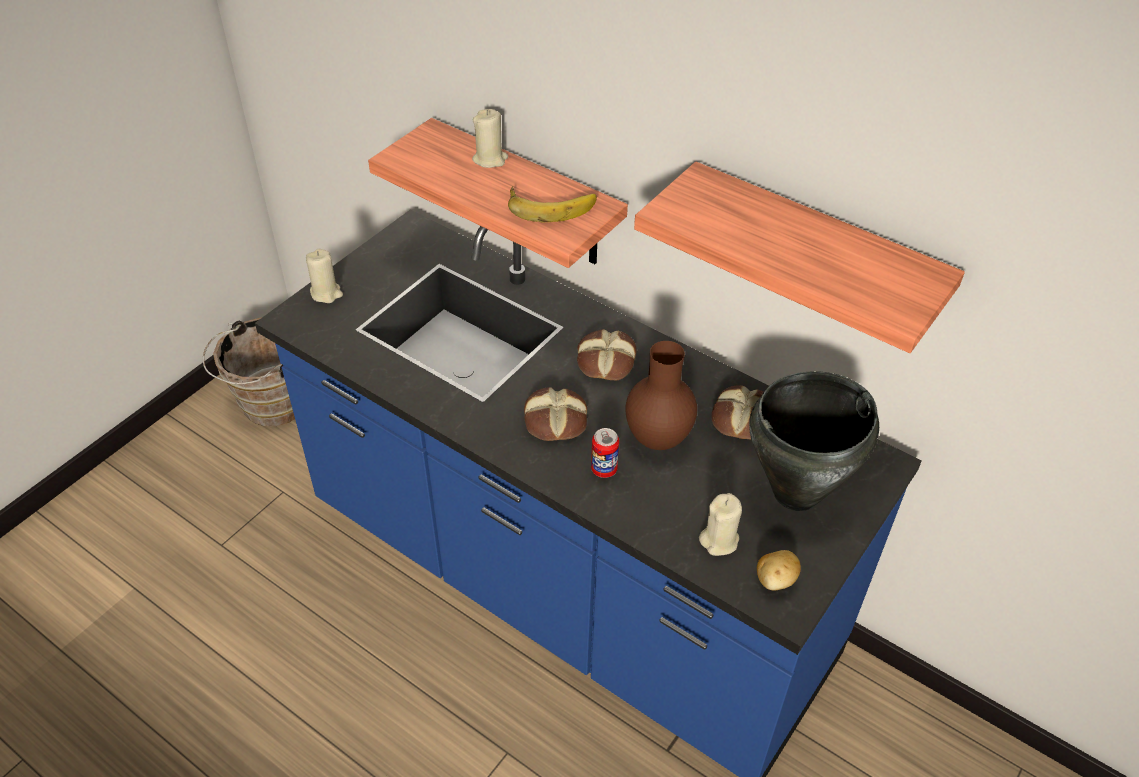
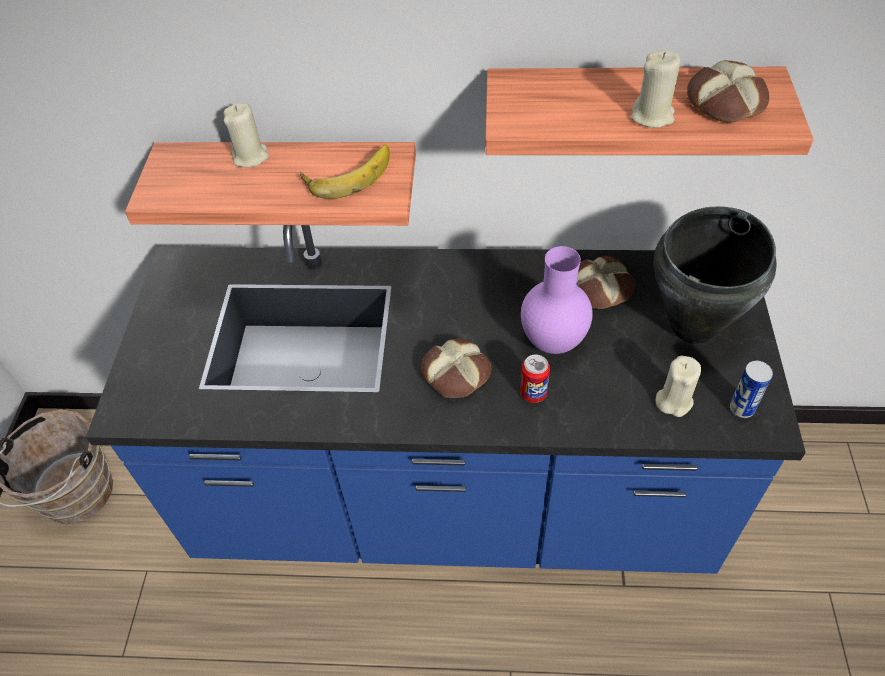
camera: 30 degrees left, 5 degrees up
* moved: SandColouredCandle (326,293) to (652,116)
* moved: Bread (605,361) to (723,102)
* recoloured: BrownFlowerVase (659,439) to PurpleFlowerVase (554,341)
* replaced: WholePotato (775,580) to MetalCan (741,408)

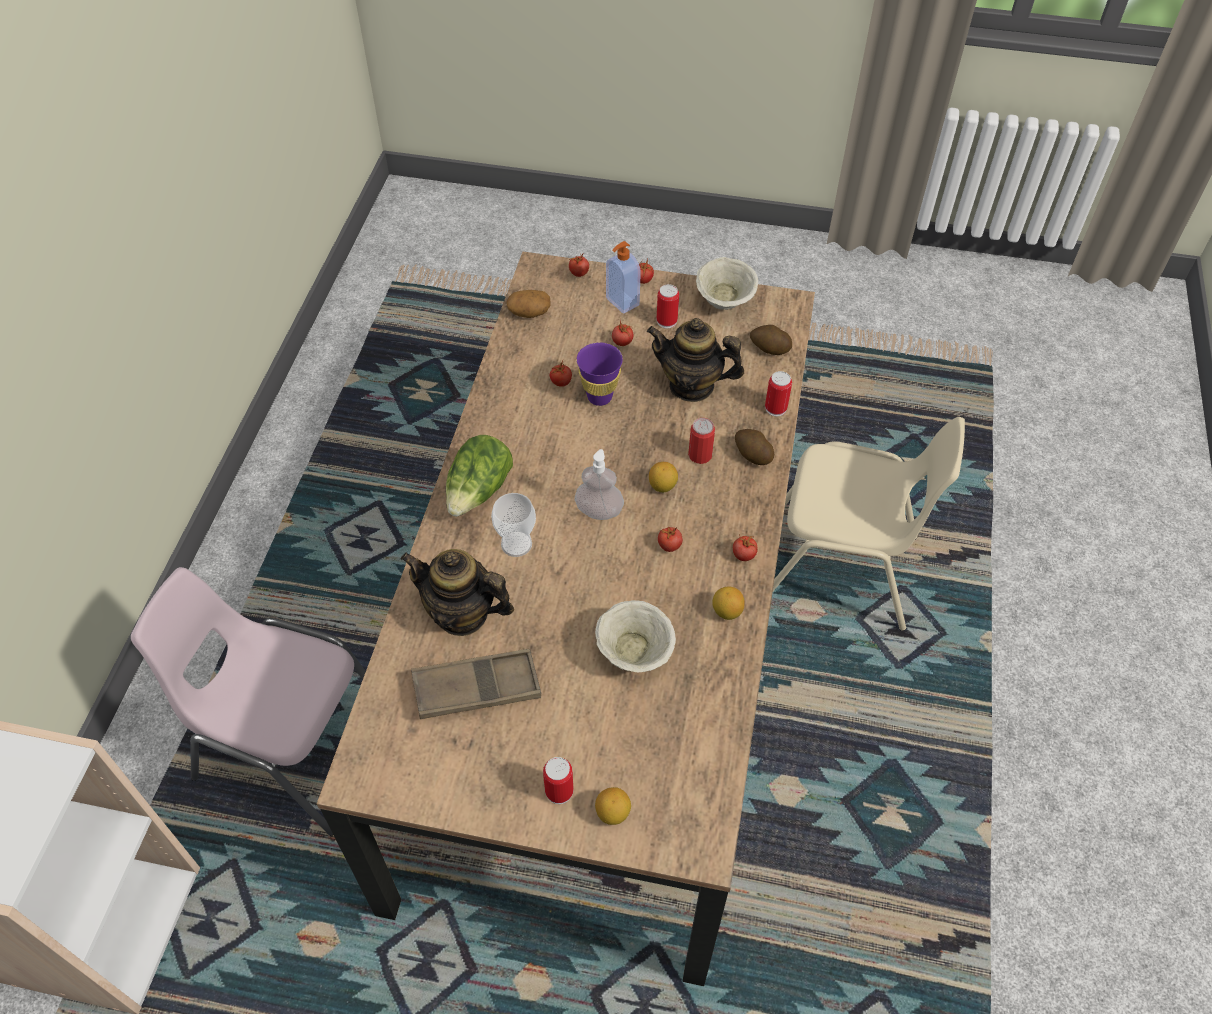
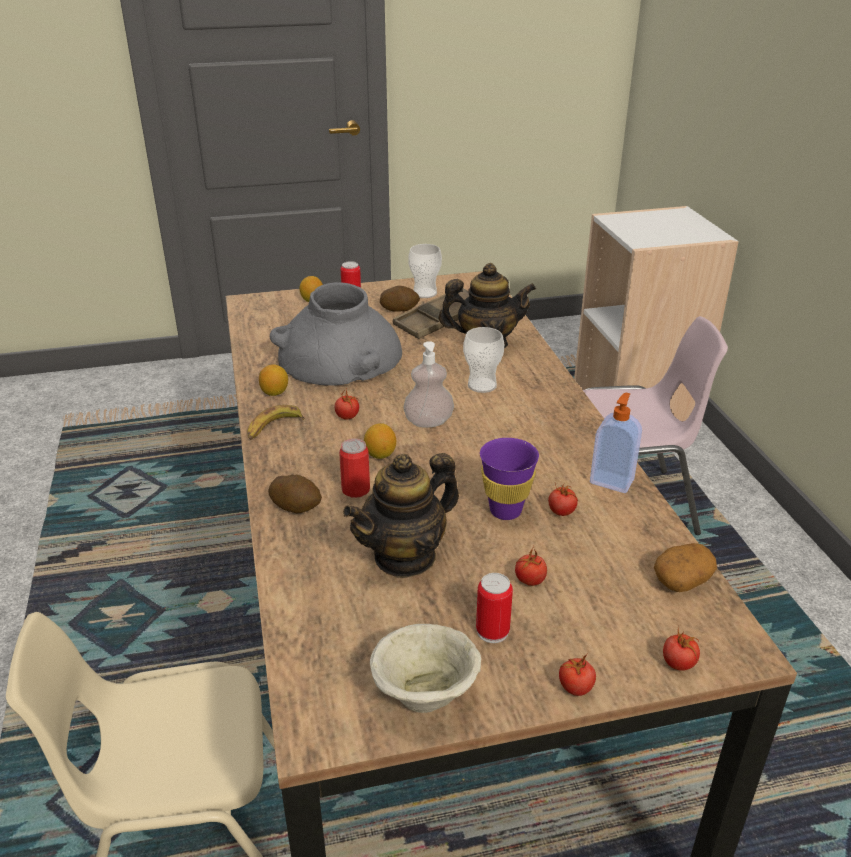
camera: 155 degrees right, 20 degrees down
* moved: LiquidSoapBottle (621,302) to (612,480)
* turned: Teapot (692,385) = (405,556) 150 degrees clockwise
* moved: WholePotato (769,349) to (399,309)
* removed: MetalCan (775,408)
* removed: Lettuce (479,491)
* replaced: WholeTomato (744,555) to Banana (273,428)
* replaced: SandColouredDeepDish (634,652) to GreyishFlowerVase (340,357)
* added: Cup (425,293)

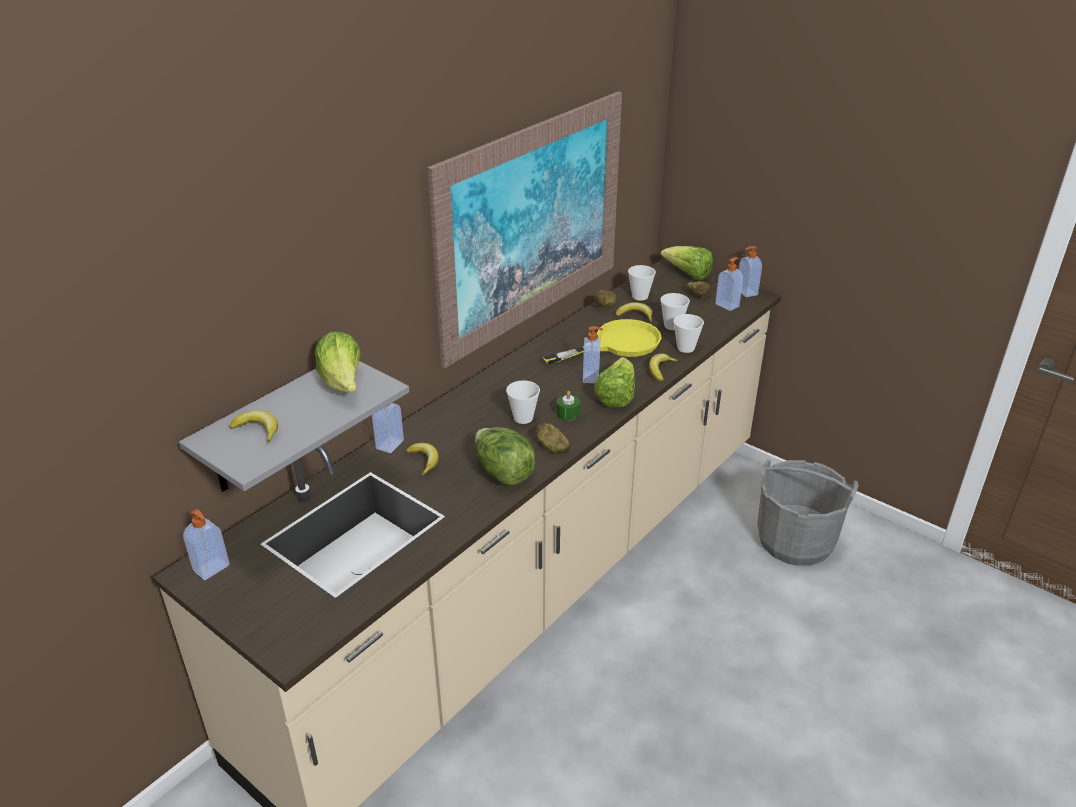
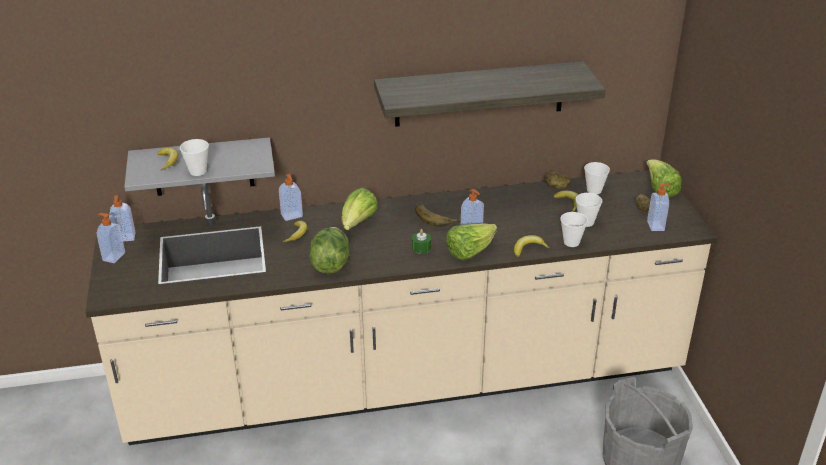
camera: 40 degrees right, 0 degrees up
* replaced: WallPicture (532,224) to Shelf (479,94)
* moved: LiquidSoapBottle (746,292) to (113,256)
* removed: YellowColouredPan (617,344)
* moved: Lettuce (343,384) to (358,223)
* moved: Cup (523,418) to (198,171)
* removed: WholePotato (552,447)
* added: Banana (437,216)

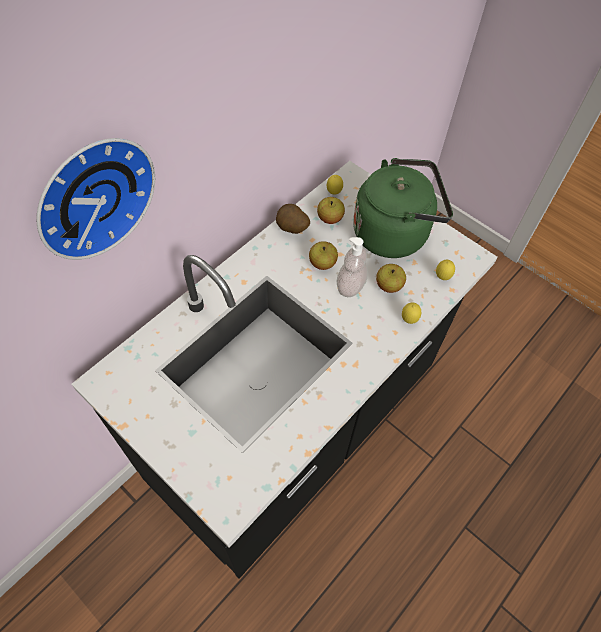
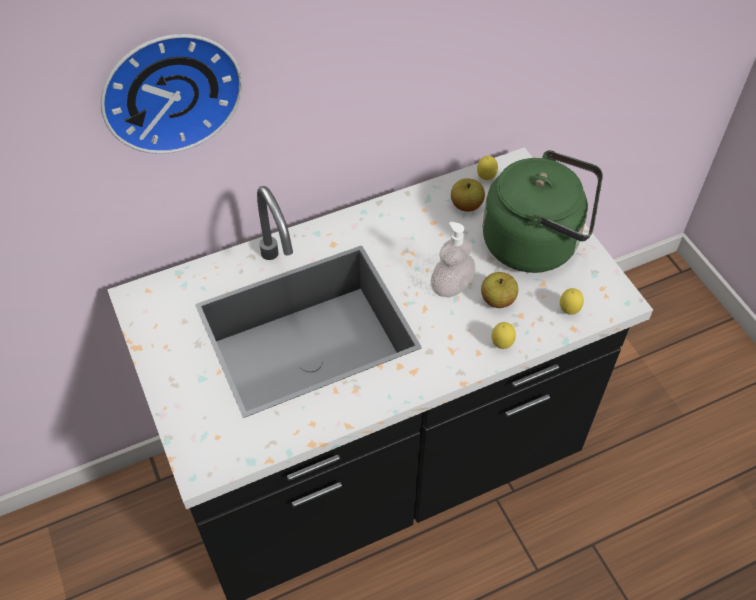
camera: 25 degrees right, 5 degrees down
* removed: WholePotato (291,229)
* removed: Apple (322,263)

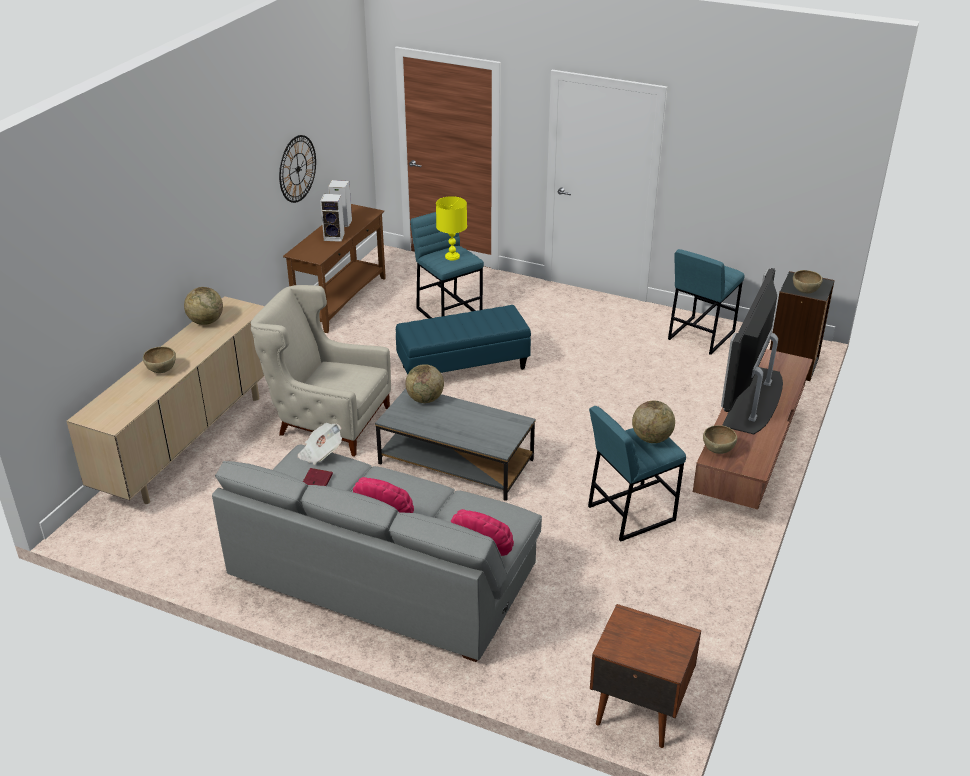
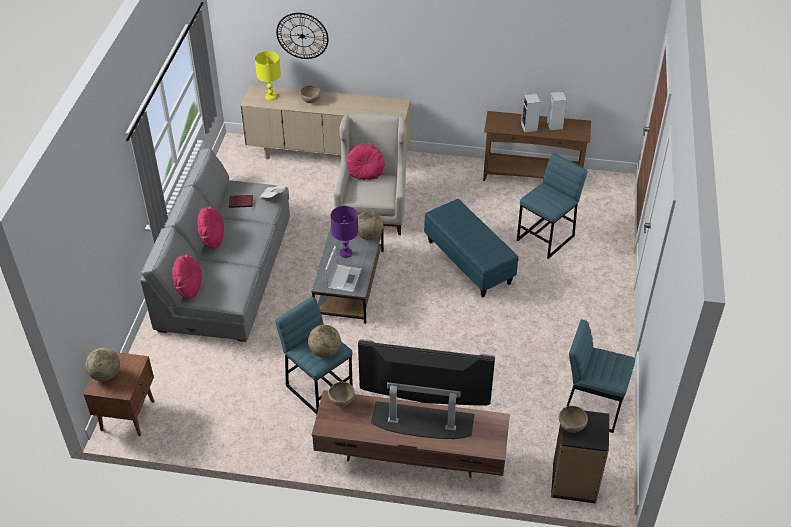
camera: 75 degrees right, 10 degrees up
* moved: WallClock (297,169) to (302,36)
* moved: YellowColouredLampForATable (452,257) to (270,97)
* moved: WorldGlobe (206,321) to (106,375)
* added: PinkColouredThrowPillow (366,175)
* added: PurpleLampForATable (345,253)
* added: Laptop (344,278)

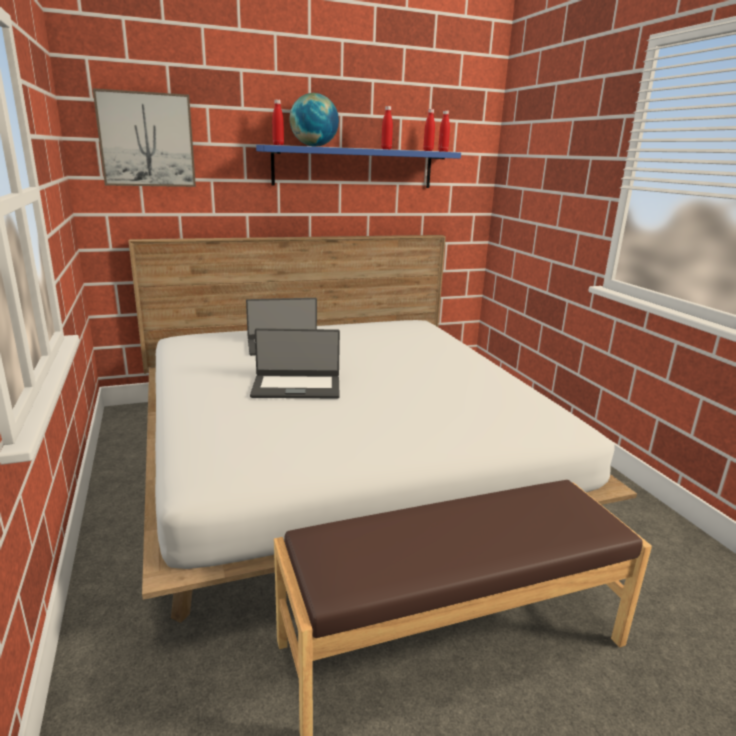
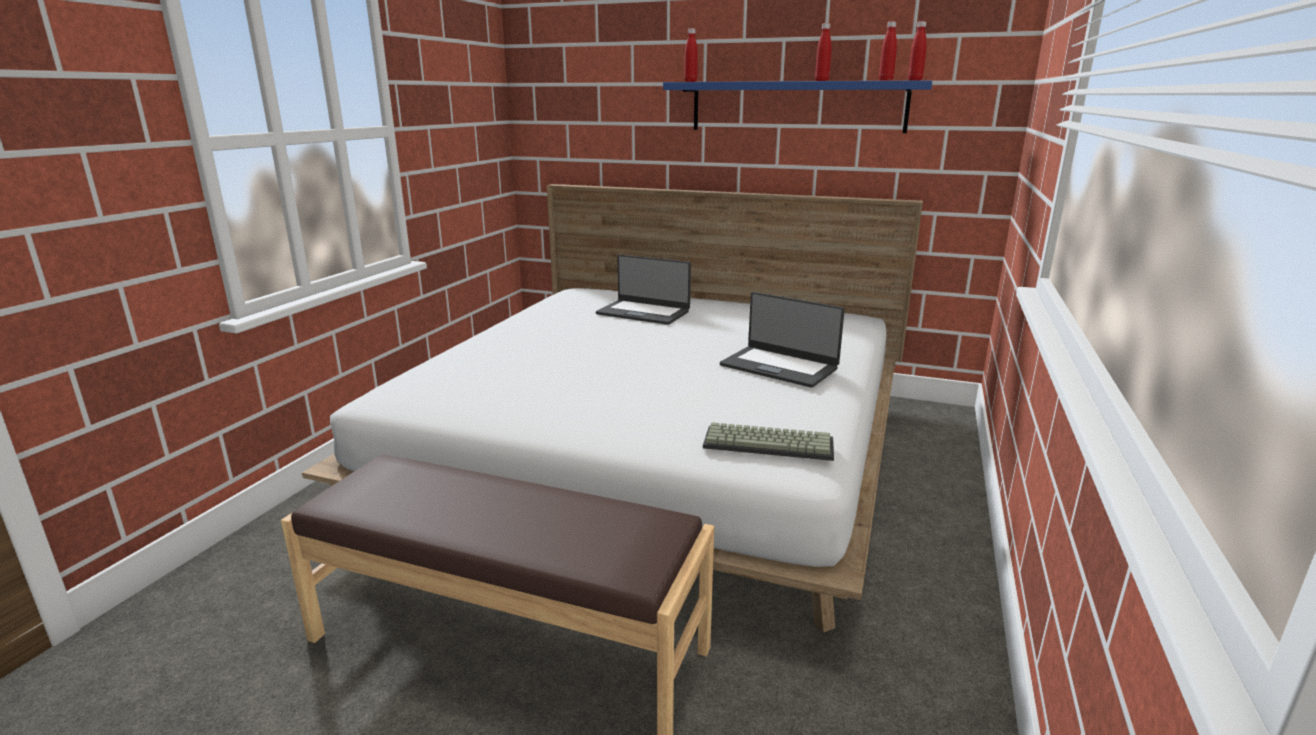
camera: 40 degrees right, 0 degrees up
* removed: WallPicture (146,140)
* removed: WorldGlobe (314,146)
* moved: Laptop (296,387) to (779,366)
* added: PcKeyboard (770,443)

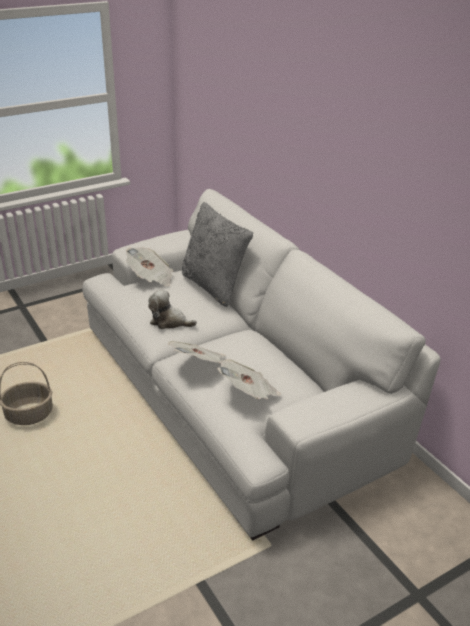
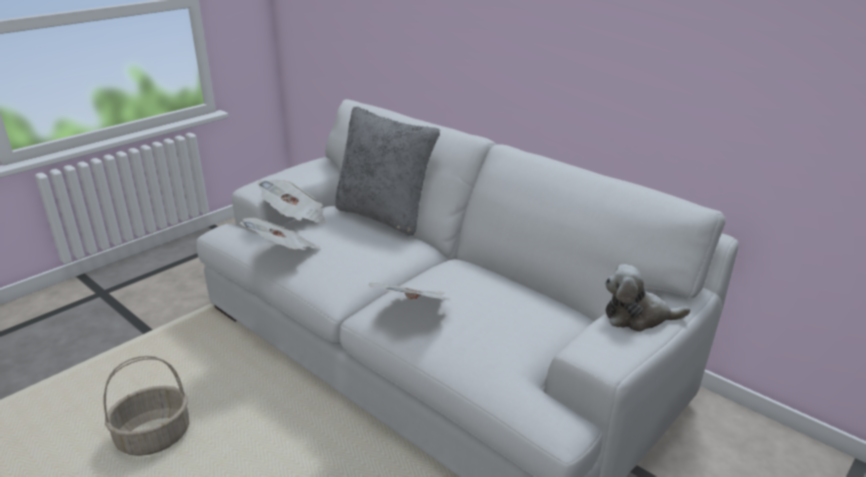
camera: 15 degrees left, 5 degrees down
* moved: PlushToy (169,322) to (638,317)
* moved: DailyPaper (249,393) to (282,251)

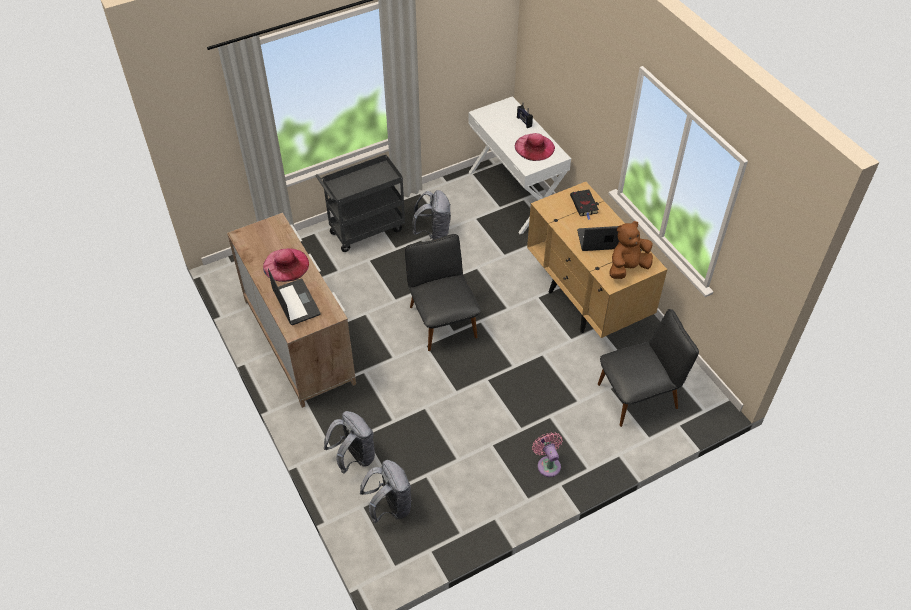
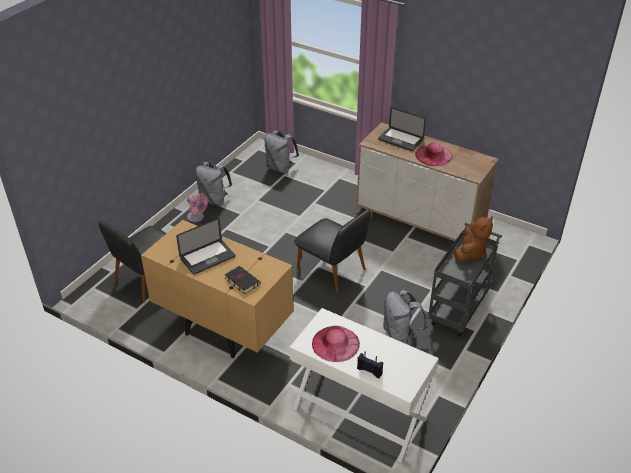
camera: 150 degrees right, 10 degrees down
* moved: BrownPlushToy (627,268) to (470,252)
* moved: GreyishBackpack (354,457) to (214,200)

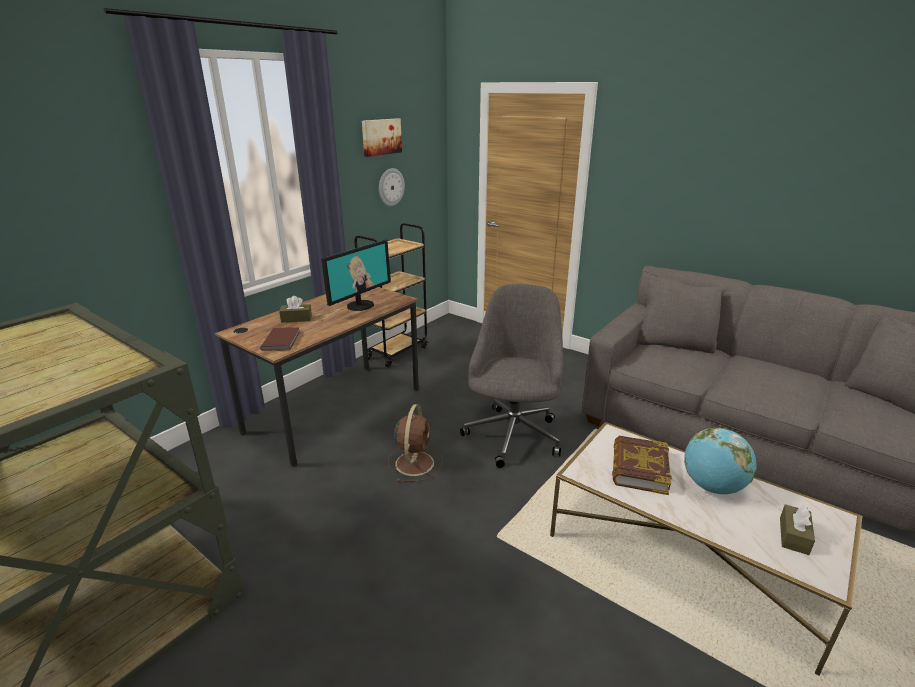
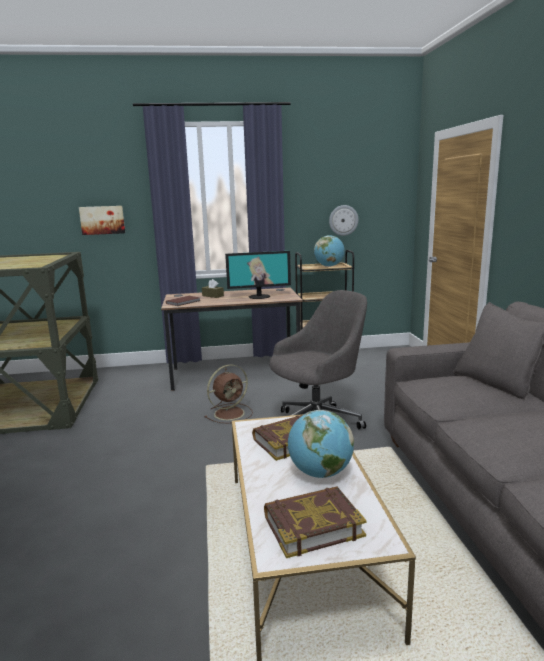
camera: 45 degrees right, 10 degrees down
* moved: WallPicture (381,137) to (102,220)
* replaced: BrownTissueHolder (793,536) to Book (312,525)
* added: WorldGlobe (329,266)

